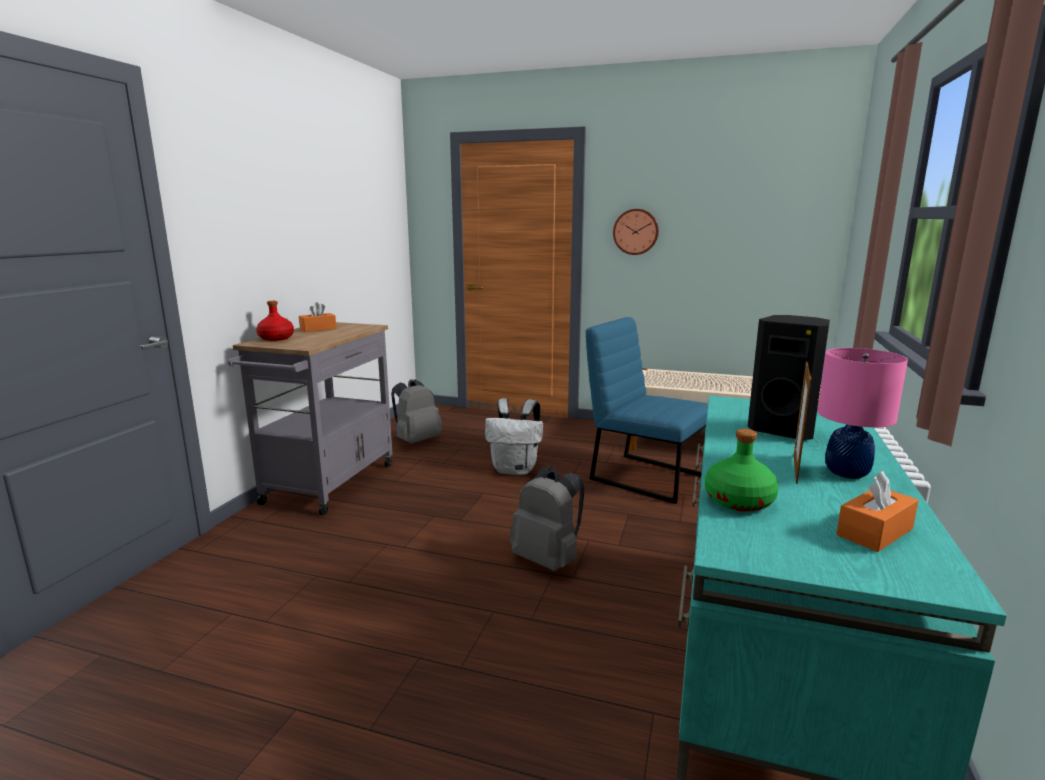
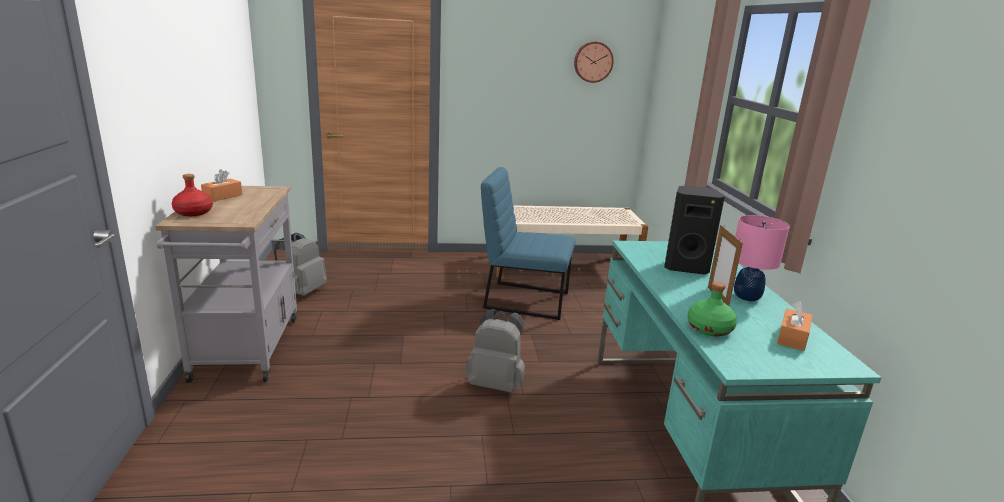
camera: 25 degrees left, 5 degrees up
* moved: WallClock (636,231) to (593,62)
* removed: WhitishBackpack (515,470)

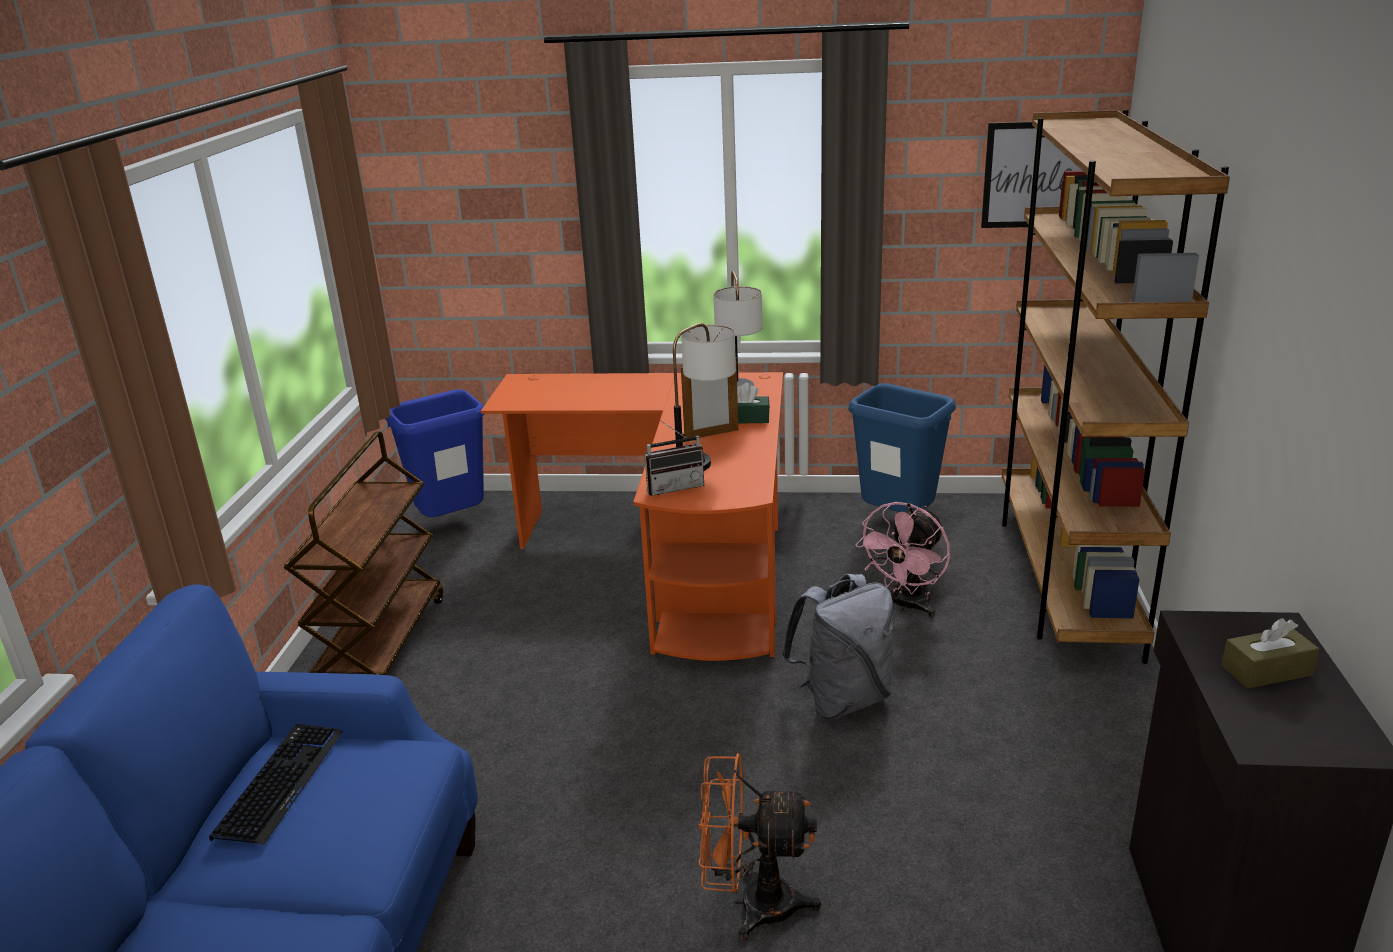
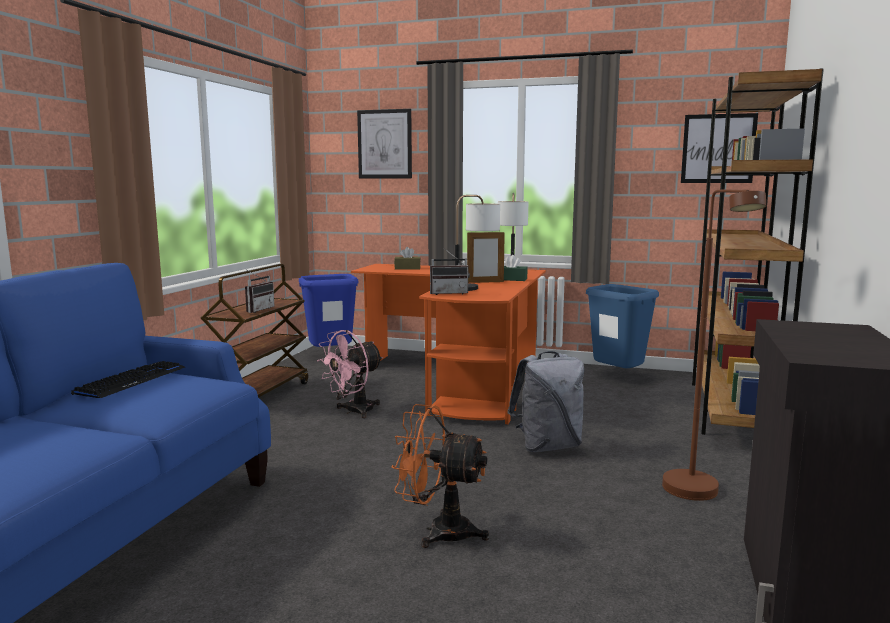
camera: 10 degrees right, 15 degrees down
* moved: PinkColouredCoolingFan (906,606) to (353,411)
* moved: BrownTissueHolder (1266,671) to (407,268)
* added: WallPicture (385,144)
* added: BrownStandardLamp (698,495)
* added: RadioReceiver (257,310)

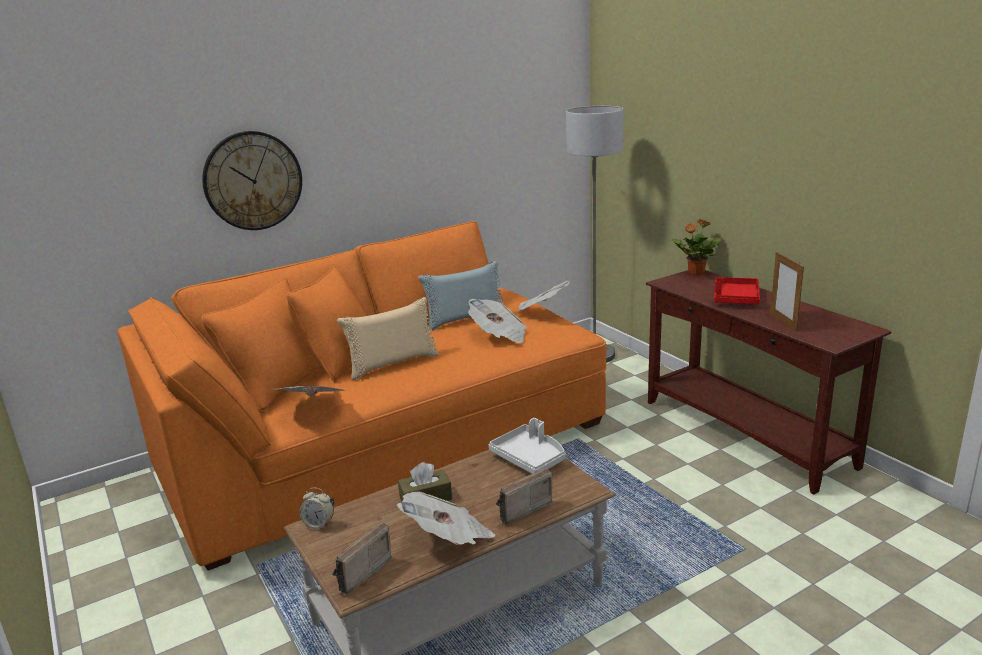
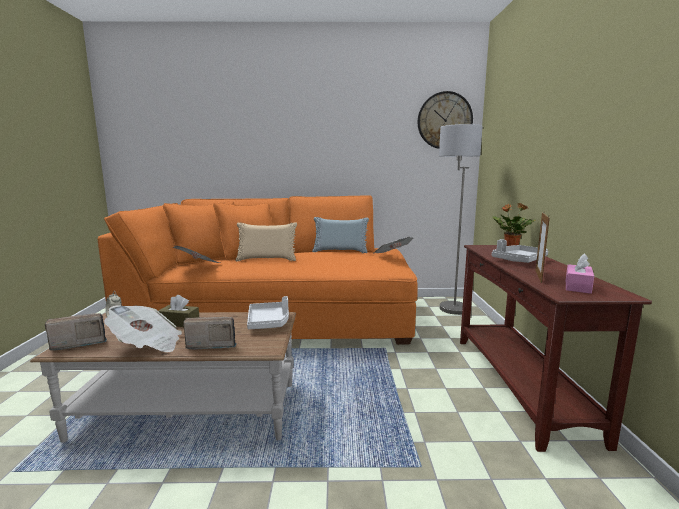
camera: 30 degrees right, 10 degrees down
* moved: WallClock (253,181) to (444,120)
* recoloured: ReddishServingTray (736,299) to GreyishServingTray (519,260)
* removed: DailyPaper (499,335)
* added: PinkColouredTissueHolder (577,286)

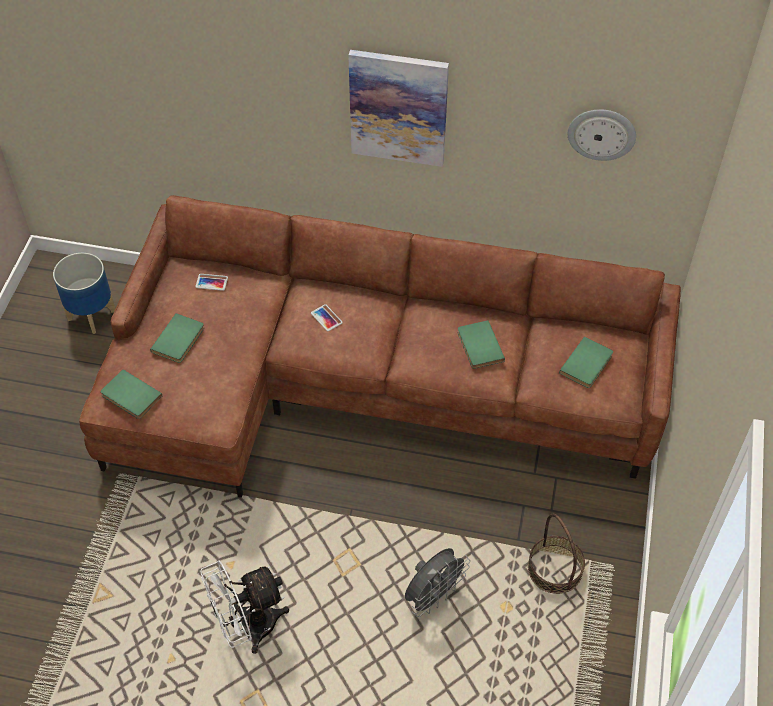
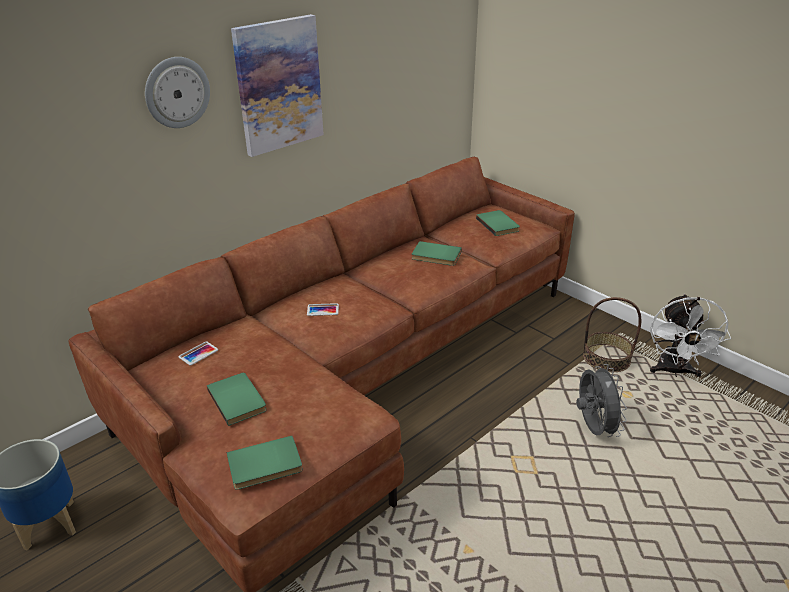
camera: 55 degrees left, 20 degrees down
* moved: WallClock (601,133) to (177,92)
* moved: WhitishCoolingFan (248,627) to (674,371)

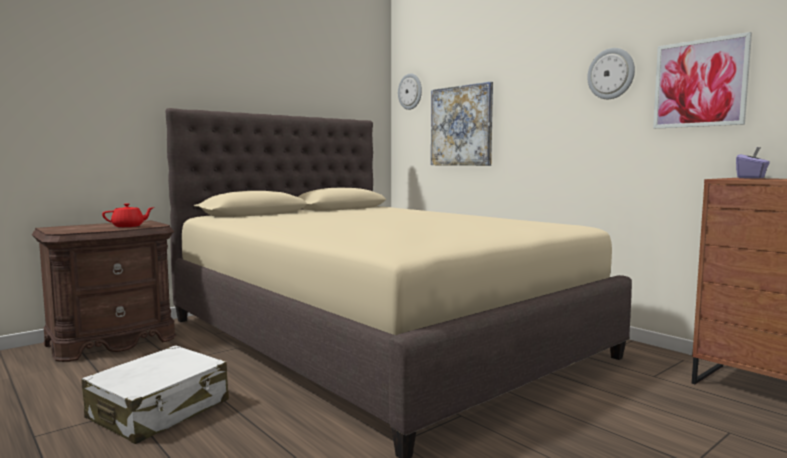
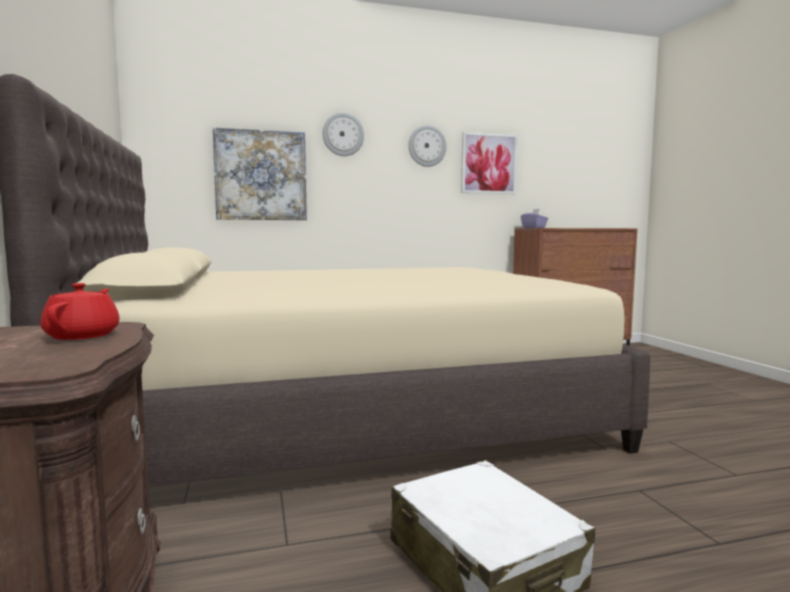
camera: 65 degrees left, 0 degrees up
* moved: WallClock (410,91) to (343,134)

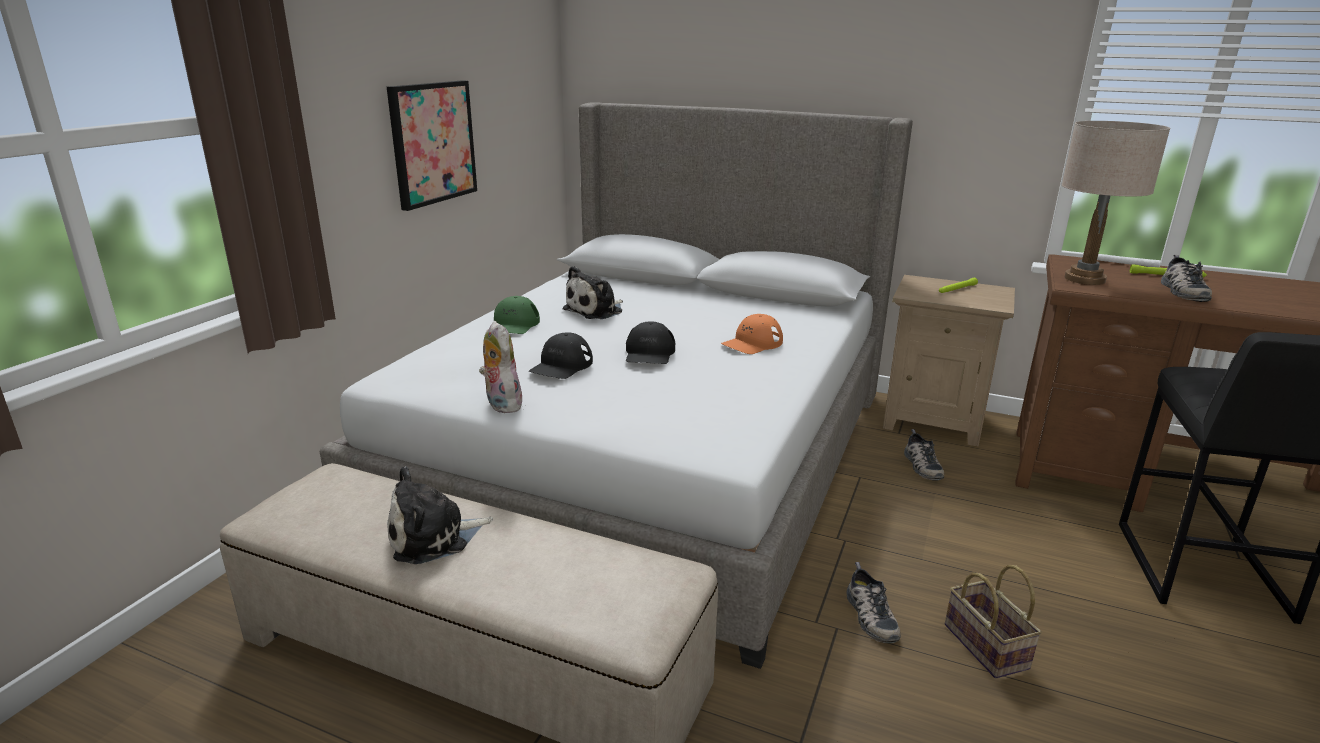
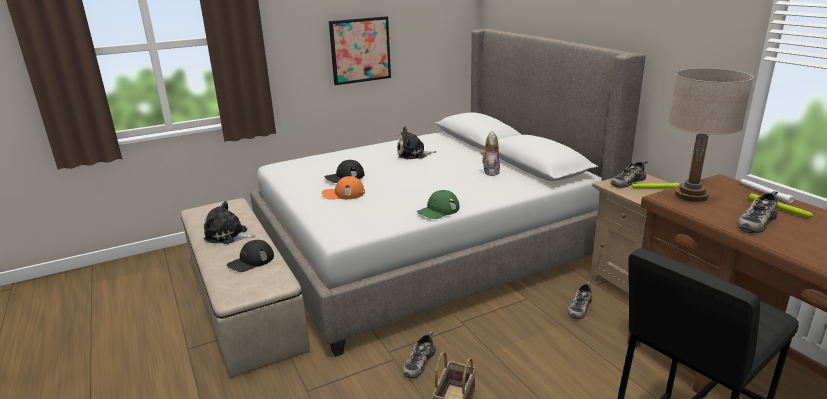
camera: 40 degrees right, 0 degrees up
* moved: GreenishPeakedCap (514,325) to (438,210)
* moved: OrangeyPeakedCap (752,343) to (343,193)
* moved: PlushToy (501,404) to (490,171)
* moved: BlackPeakedCap (649,353) to (251,261)
* added: ItemOfFootwear (627,181)

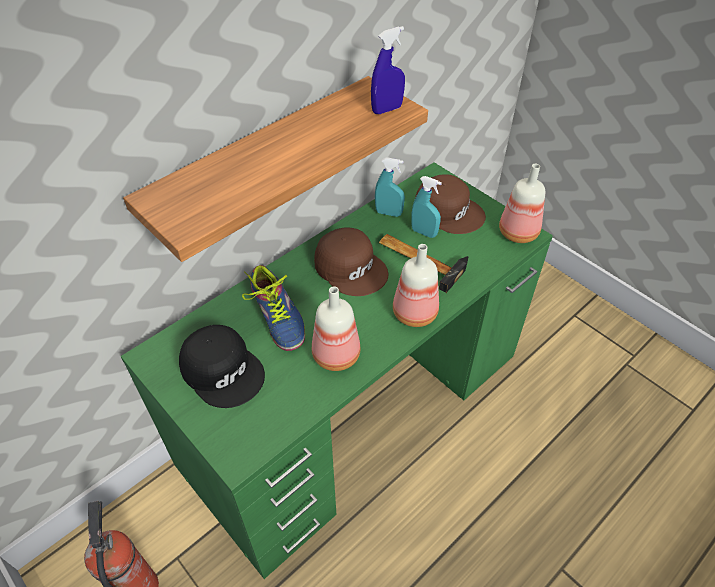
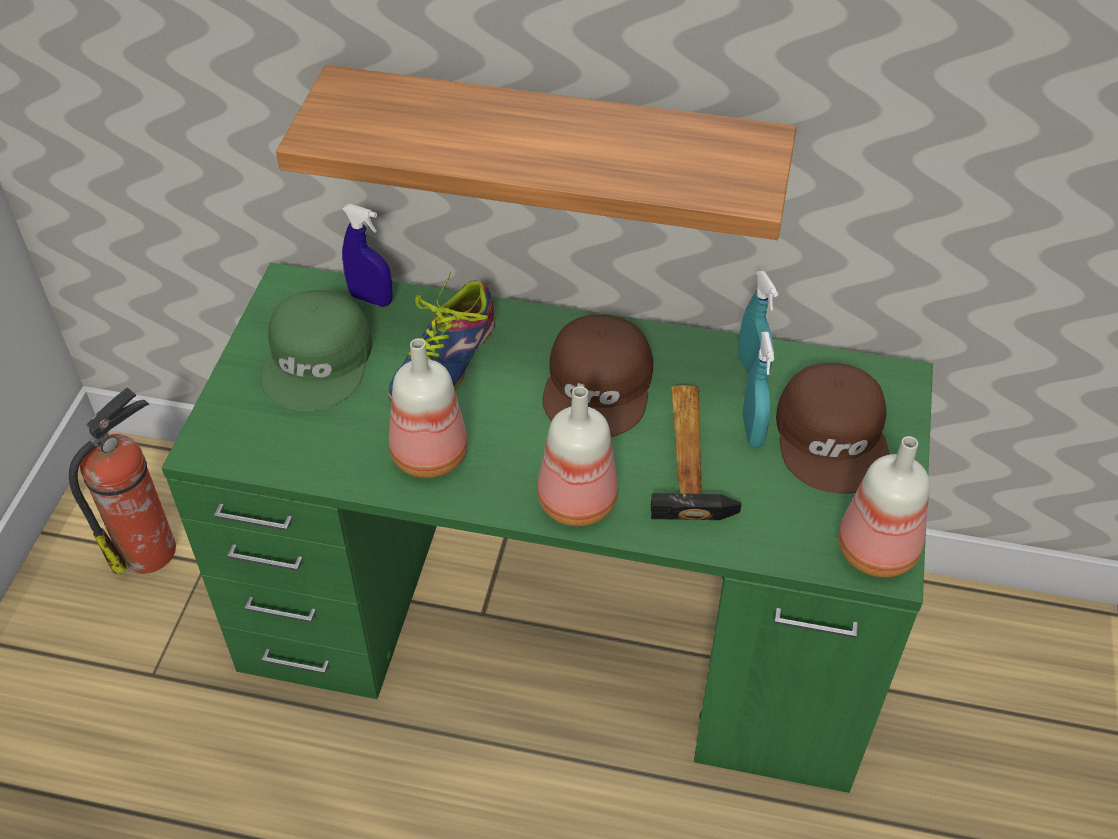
camera: 55 degrees right, 0 degrees up
* moved: BluishSprayer (387,109) to (371,299)
* recoloured: BlackPeakedCap (223,370) to GreenishPeakedCap (319,361)

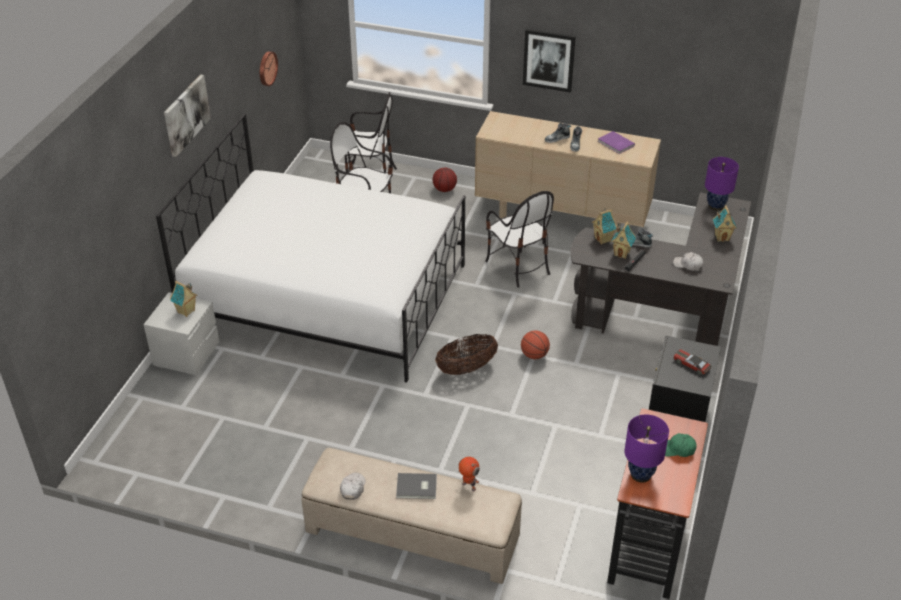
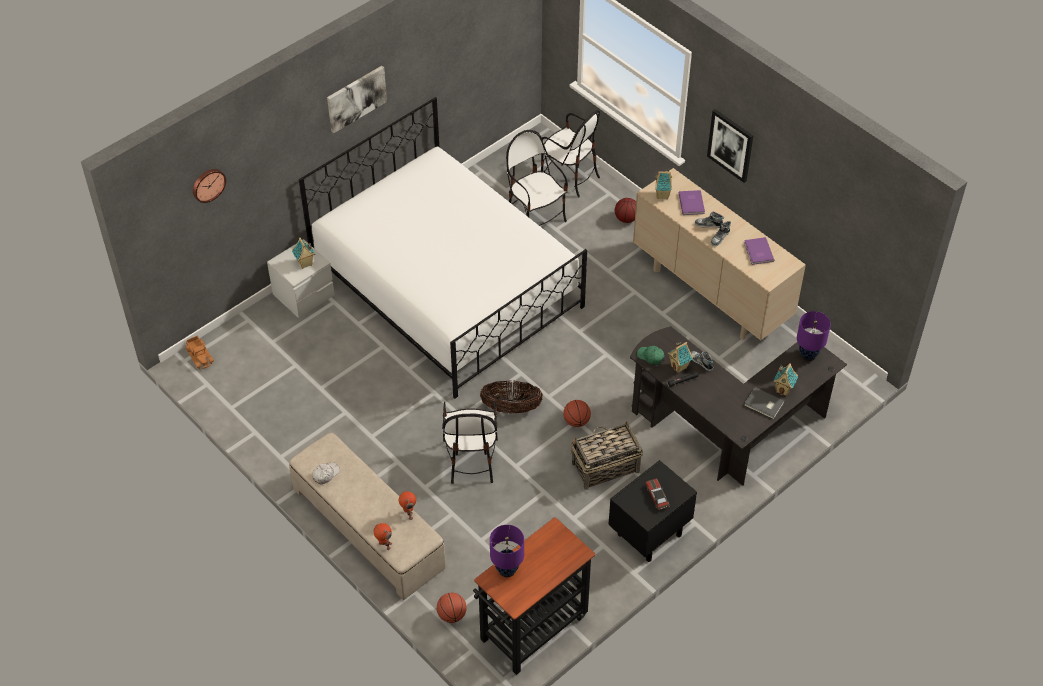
camera: 30 degrees right, 10 degrees up
* moved: WallClock (266,68) to (208,184)
* moved: Chair (518,266) to (471,459)
* moved: ToyHouse (603,239) to (662,195)
* removed: WhitishPeakedCap (688,265)
* moved: GreenishPeakedCap (677,449) to (650,357)
* moved: GreyishBook (417,488) to (764,404)
* added: PurpleBook (692,203)
* added: ToyTruck (200,355)
* added: StorageBasket (604,467)
* added: RobotFigure (384,546)
* added: BallForBasketball (452,615)

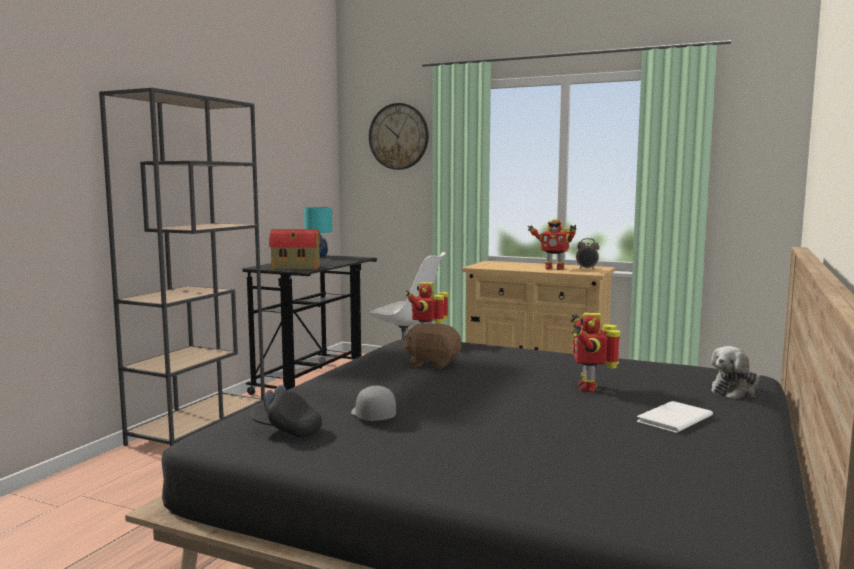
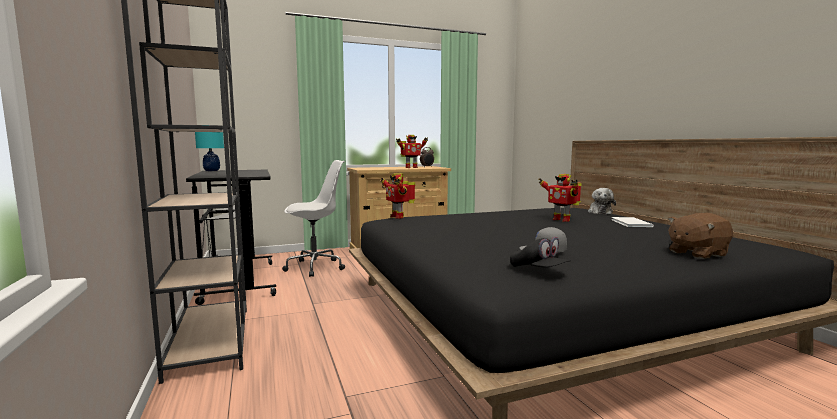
camera: 45 degrees left, 0 degrees up
* removed: WallClock (399,136)
* removed: ToyHouse (297,268)
* moved: BrownPlushToy (432,364) to (696,253)
* turned: BlackPeakedCap (286,430) = (538,270) 105 degrees counterclockwise

